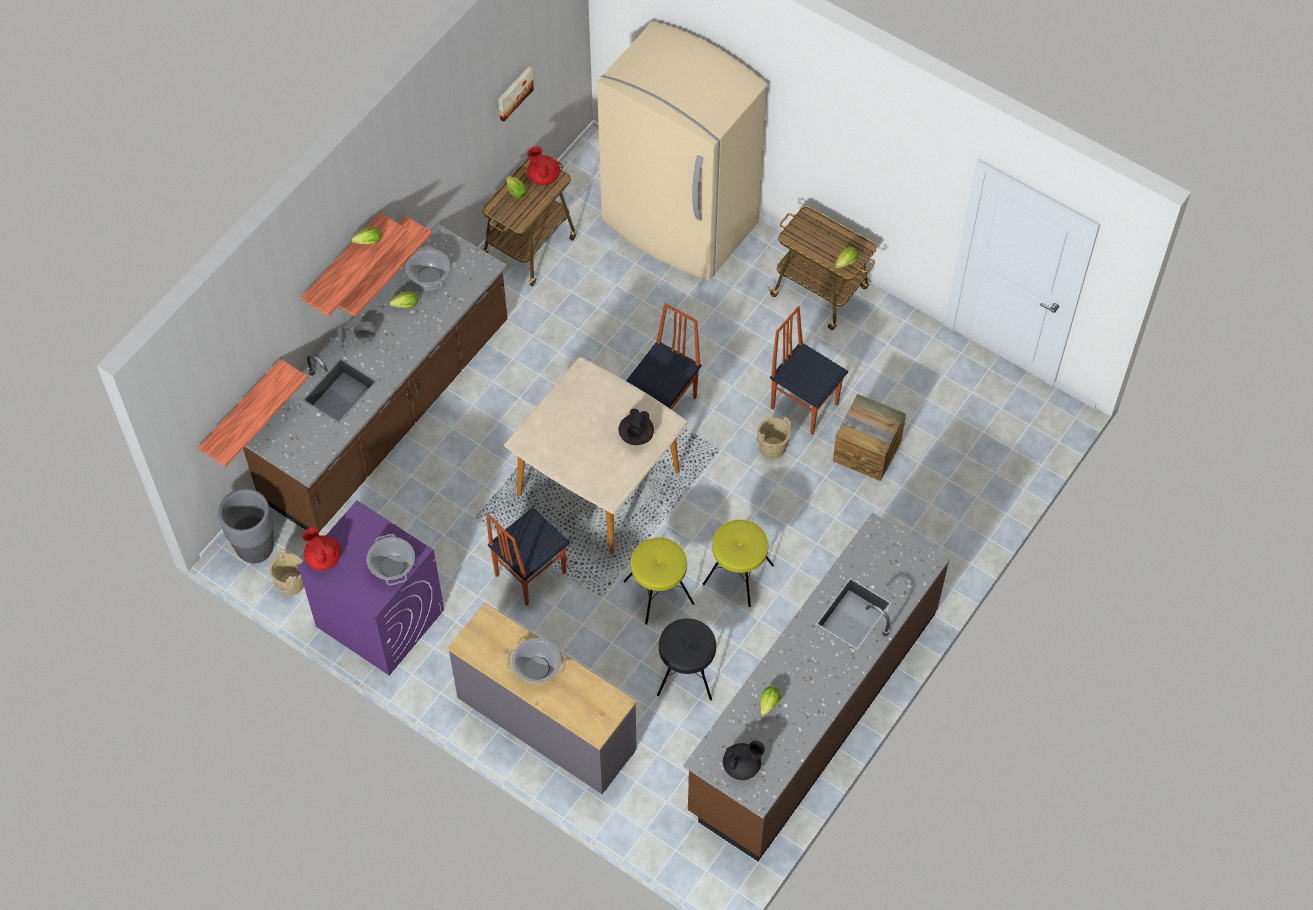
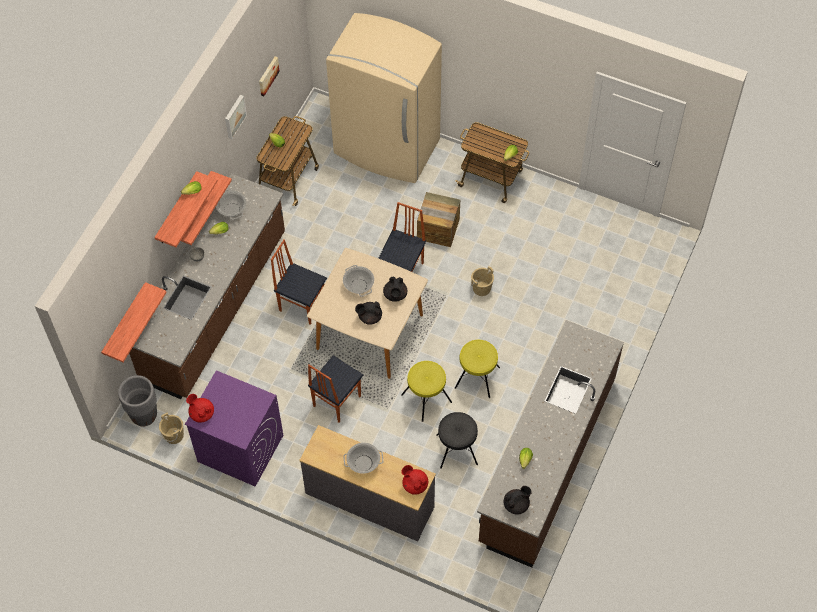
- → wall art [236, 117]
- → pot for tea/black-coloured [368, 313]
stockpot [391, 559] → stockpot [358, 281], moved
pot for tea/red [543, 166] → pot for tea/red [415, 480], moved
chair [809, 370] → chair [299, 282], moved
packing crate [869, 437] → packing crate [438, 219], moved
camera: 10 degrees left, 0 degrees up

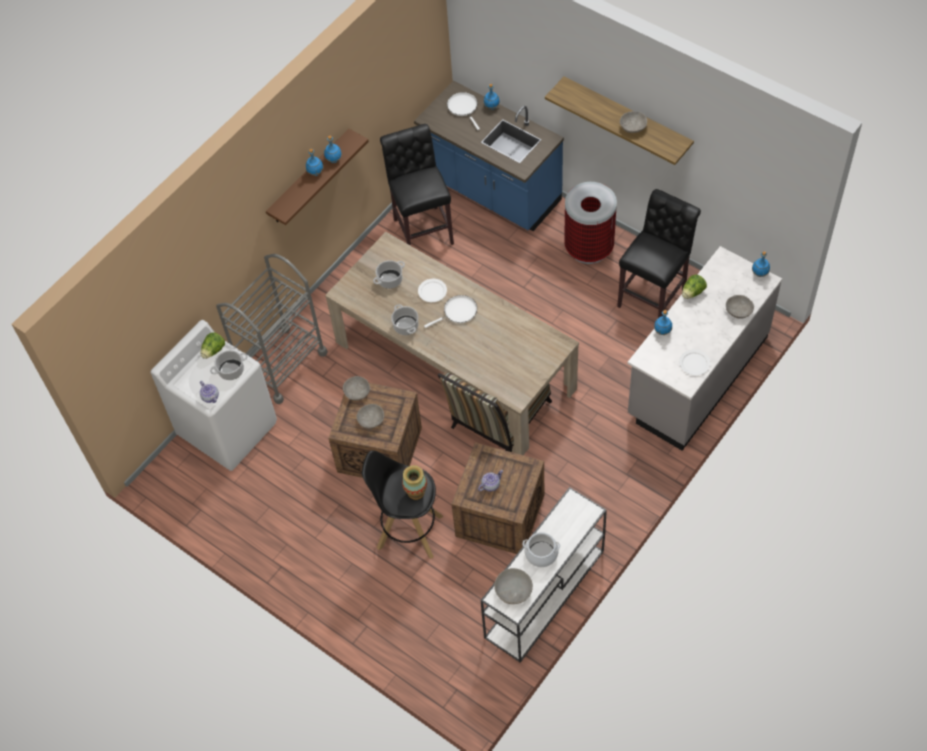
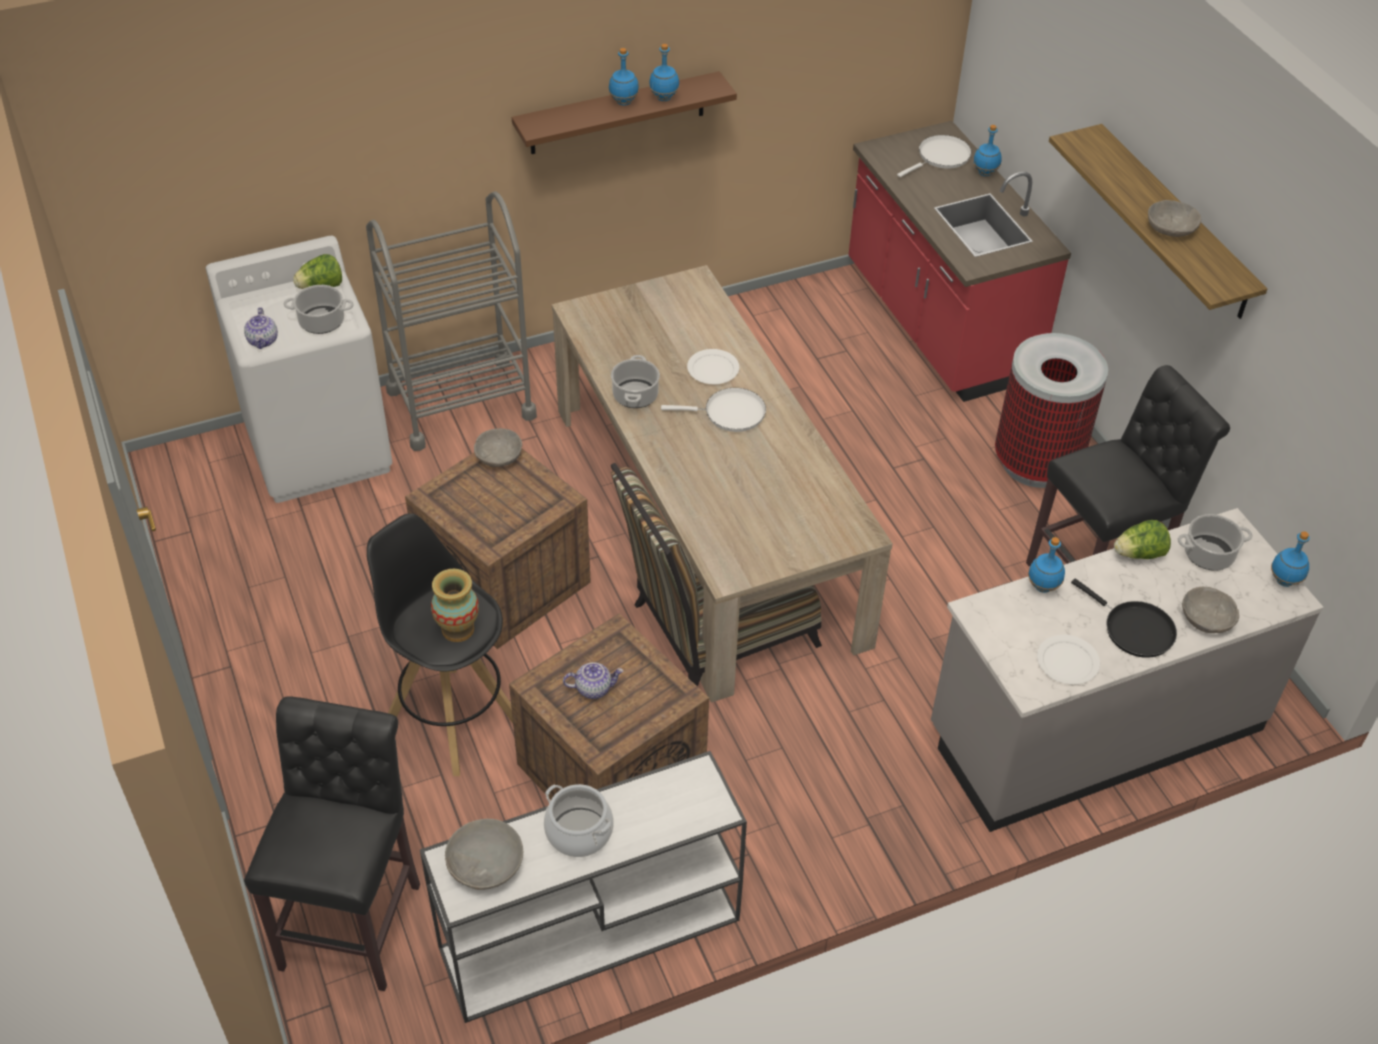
serving bowl/grey [370, 416] → -
- → pan/black-coloured [1124, 618]
stockpot [389, 274] → stockpot [1215, 542], moved
stool seat/black-coloured [417, 185] → stool seat/black-coloured [332, 843], moved
kitchen base unit/bluish [489, 156] → kitchen base unit/red [960, 261]
pan/whitish [463, 111] → pan/whitish [934, 156], 45 degrees clockwise
camera: 25 degrees right, 10 degrees down

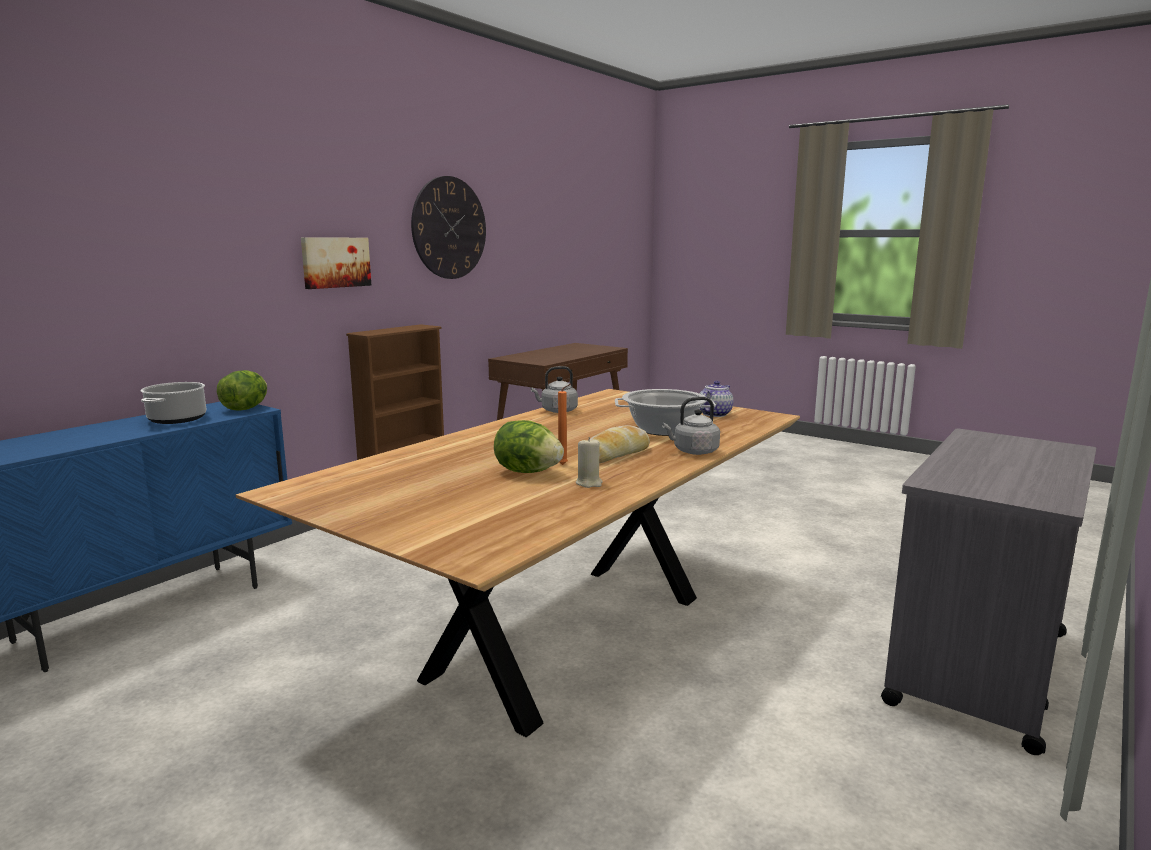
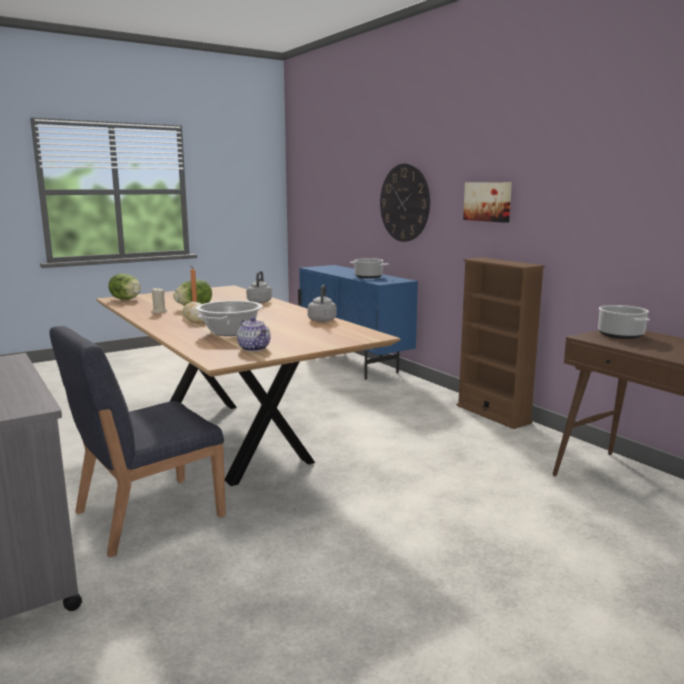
- → chair/bluish [138, 442]
- → stockpot [624, 322]
lettuce head [242, 390] → lettuce head [124, 286], moved
hanging clock [448, 227] → hanging clock [405, 202], moved
kettle/grey [691, 426] → kettle/grey [259, 287], moved
camera: 110 degrees right, 0 degrees up

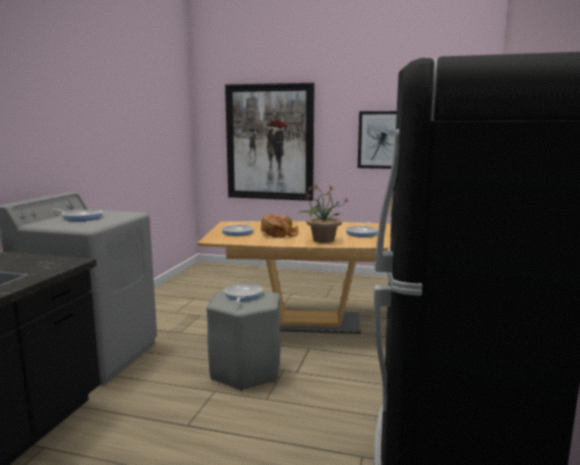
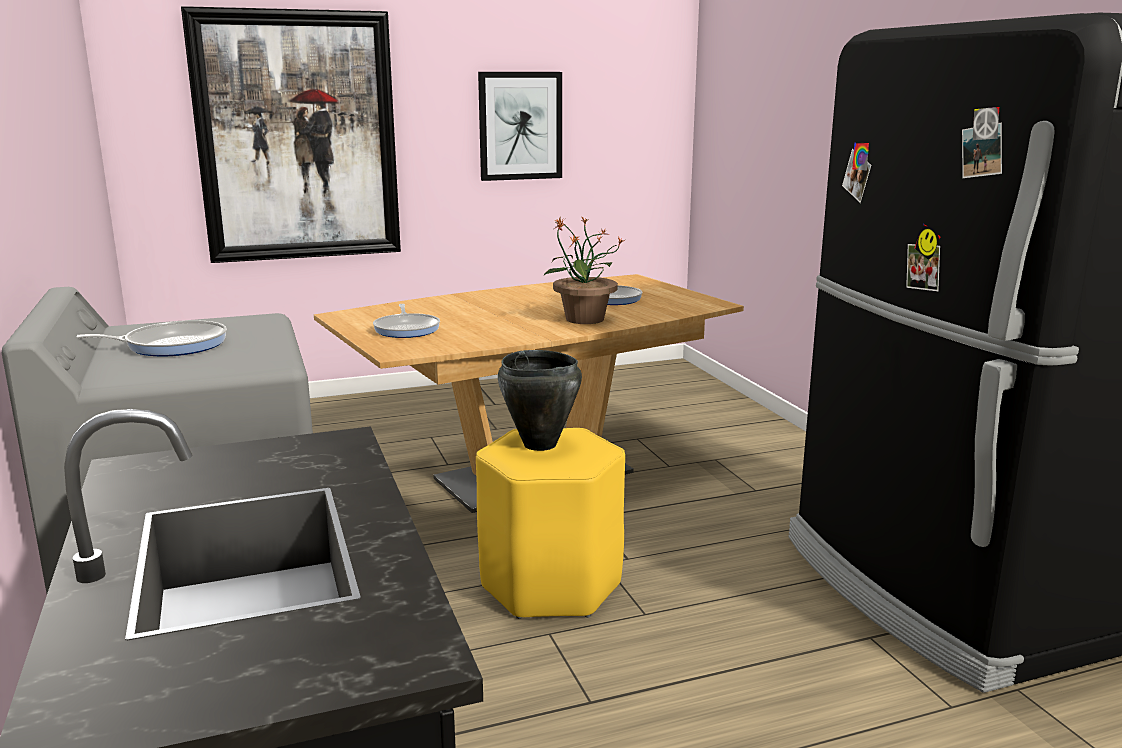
bread [280, 226] → -
pan [243, 293] → stockpot/black-coloured [540, 400]
stool seat/grey [244, 340] → stool seat/yellow [550, 523]
camera: 35 degrees left, 5 degrees up

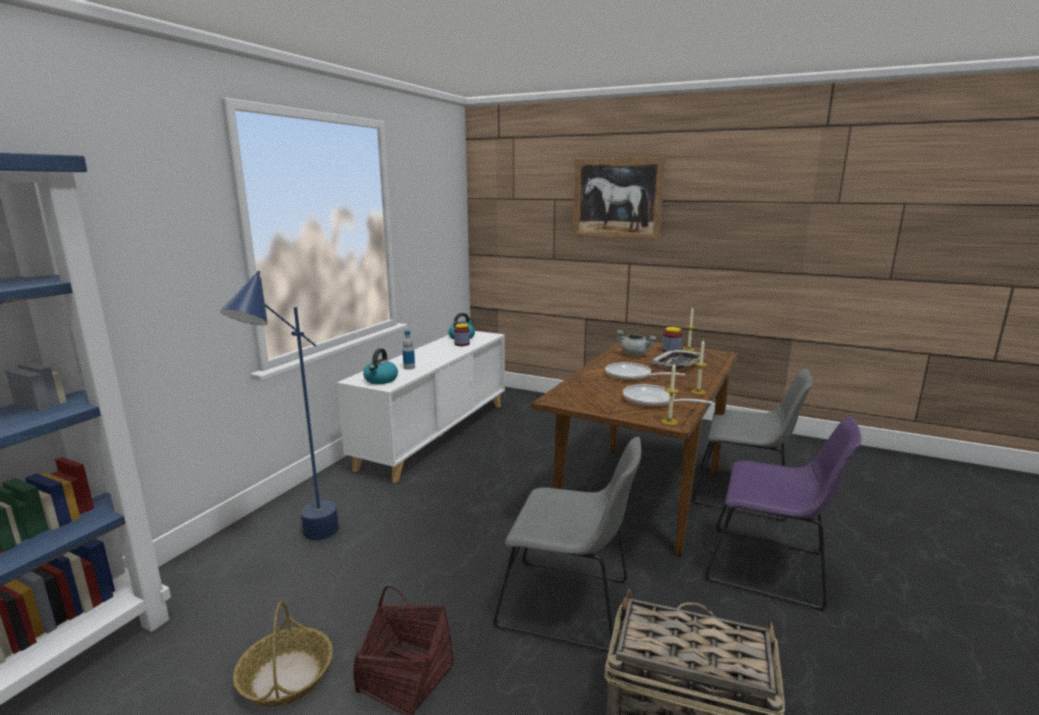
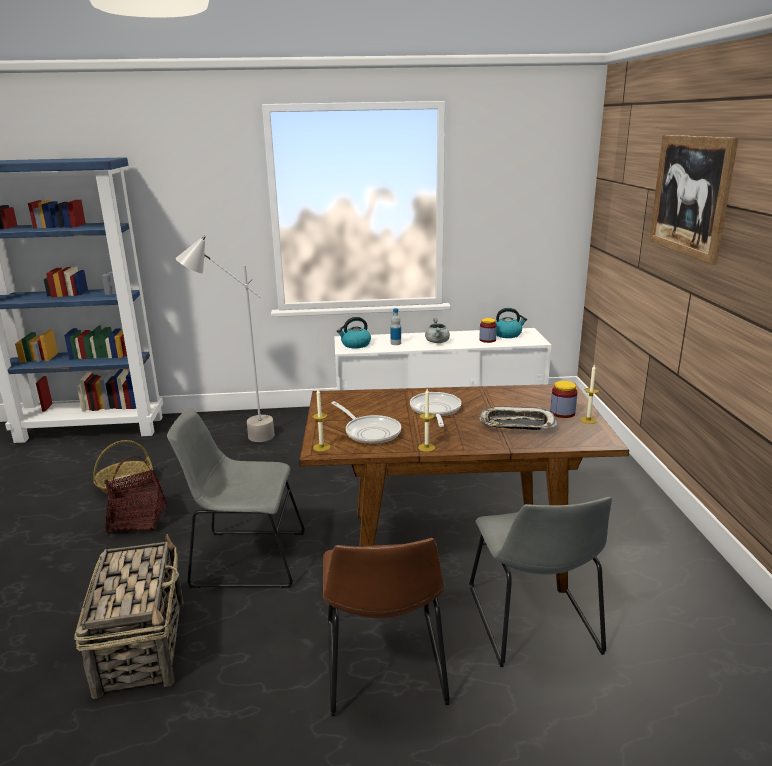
stockpot/grey [636, 343] → stockpot/grey [437, 330], moved
standard lamp/bluish [279, 405] → standard lamp/grey [225, 339]
chair/purple-coloured [783, 514] → chair/brownish [386, 627]
chair/grey [567, 545] → chair/grey [236, 497], 105 degrees clockwise
pan [668, 395] → pan [366, 422], 135 degrees clockwise
camera: 60 degrees right, 5 degrees up

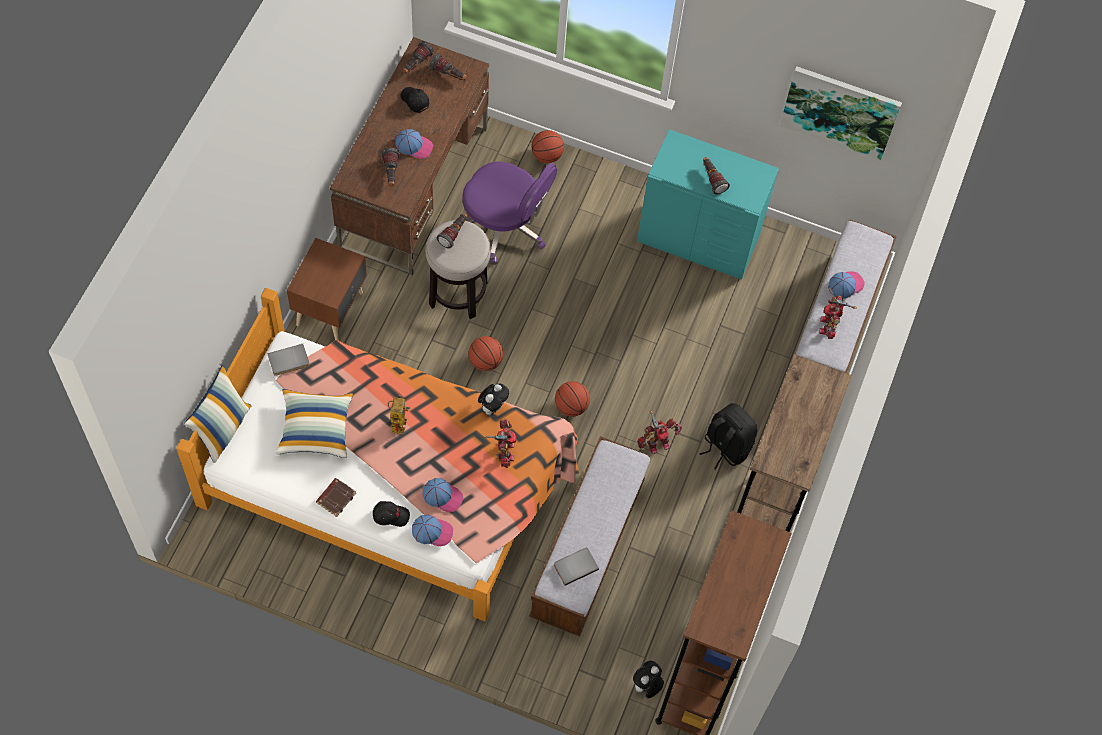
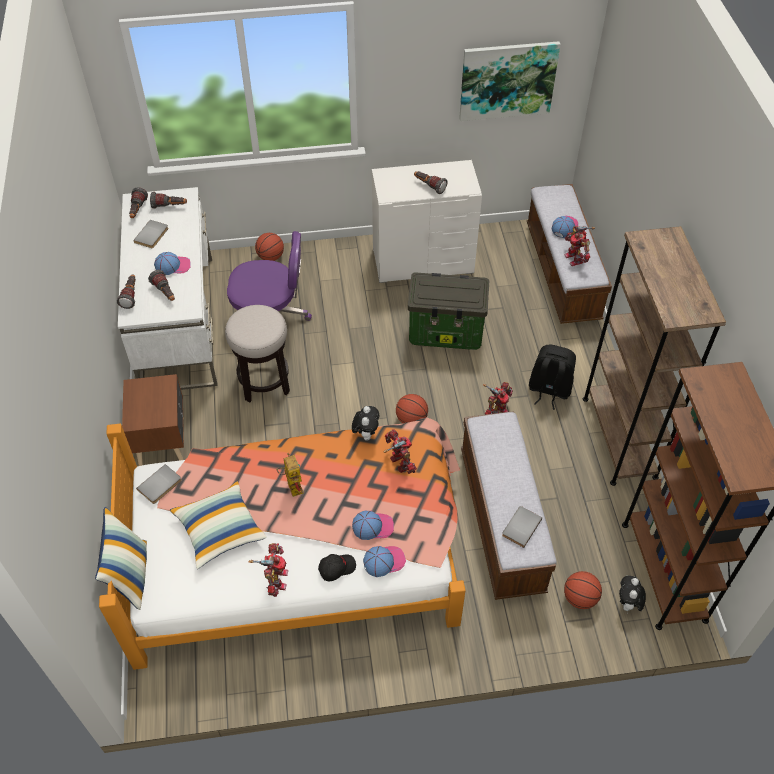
- → storage bin [448, 311]
hand torch [452, 231] → hand torch [126, 292], moved
basketball ball [485, 353] → basketball ball [583, 590], moved
book/brownish [336, 497] → robot figure [268, 570]
cap/black-coloured [415, 100] → book/grey [150, 234]
desk/brownish [409, 156] → desk/whitish [168, 288]
chest of drawers/turquoise-coloured [708, 204] → chest of drawers/whitish [427, 221]
camera: 25 degrees left, 10 degrees down

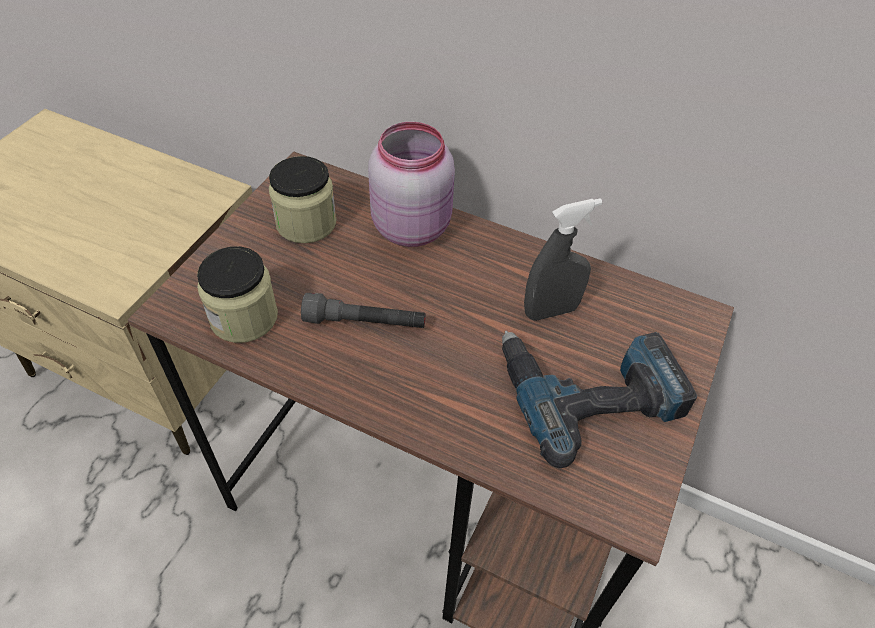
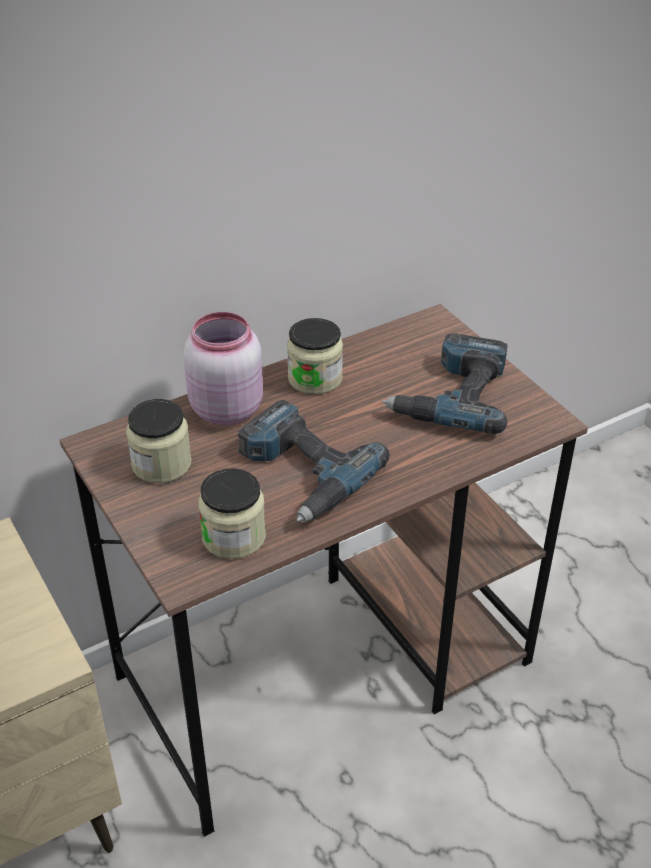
hand sprayer/grey [563, 259] → -
- → storage jar [315, 356]
hand torch/grey [363, 310] → power drill [313, 461]
camera: 55 degrees left, 10 degrees down

